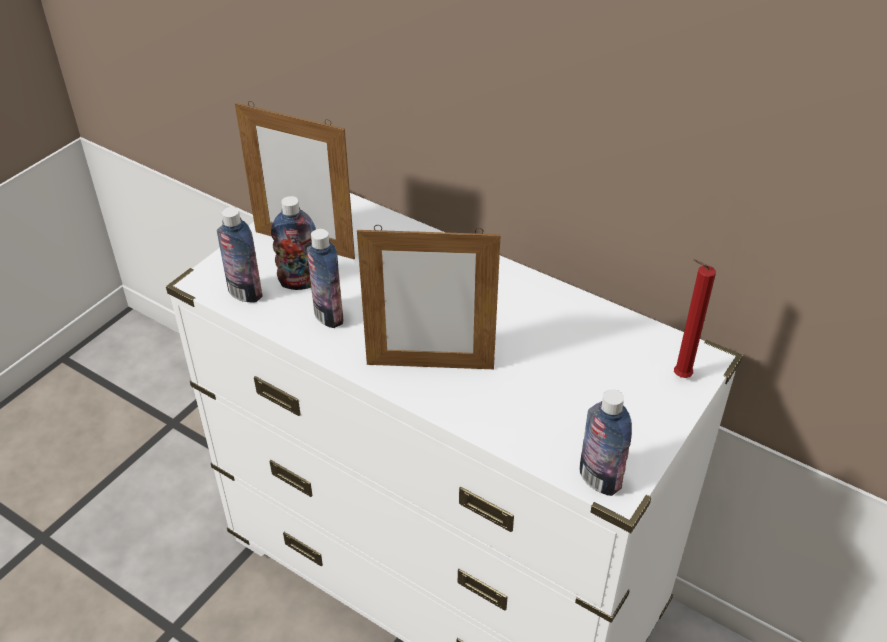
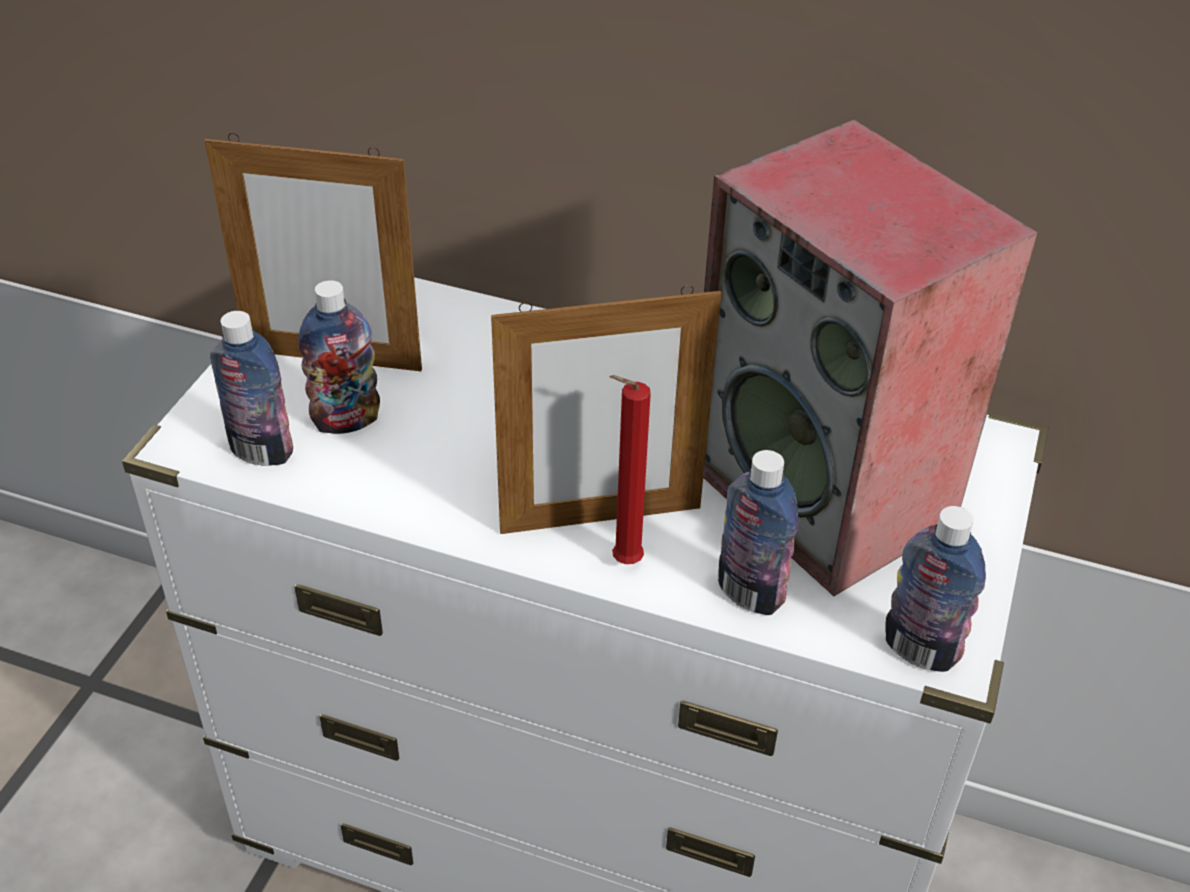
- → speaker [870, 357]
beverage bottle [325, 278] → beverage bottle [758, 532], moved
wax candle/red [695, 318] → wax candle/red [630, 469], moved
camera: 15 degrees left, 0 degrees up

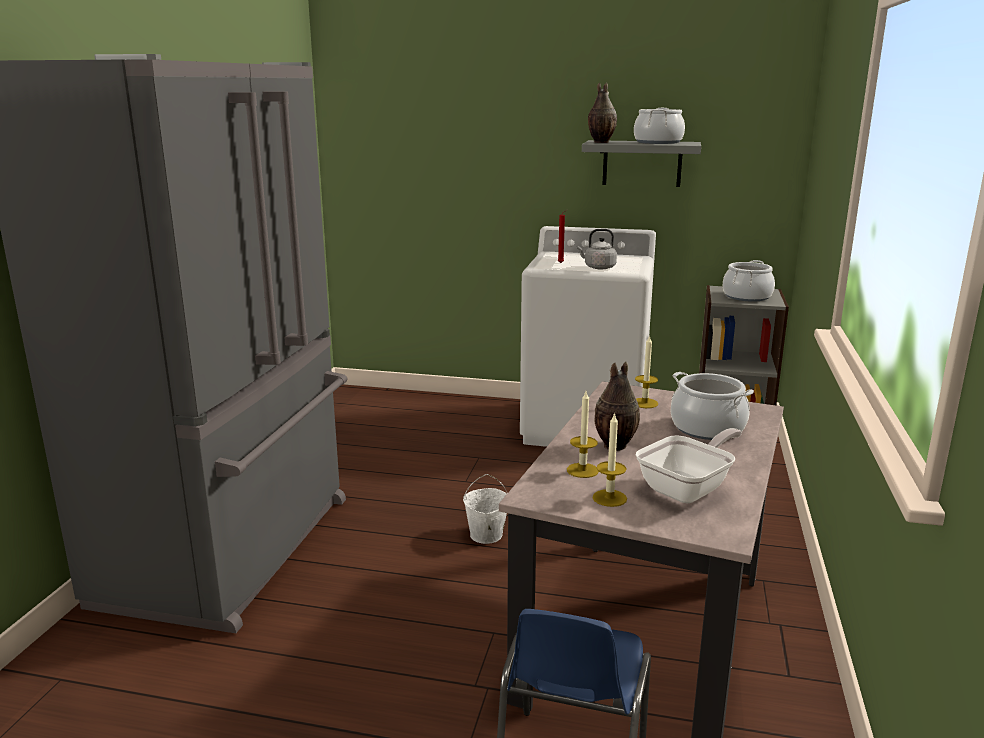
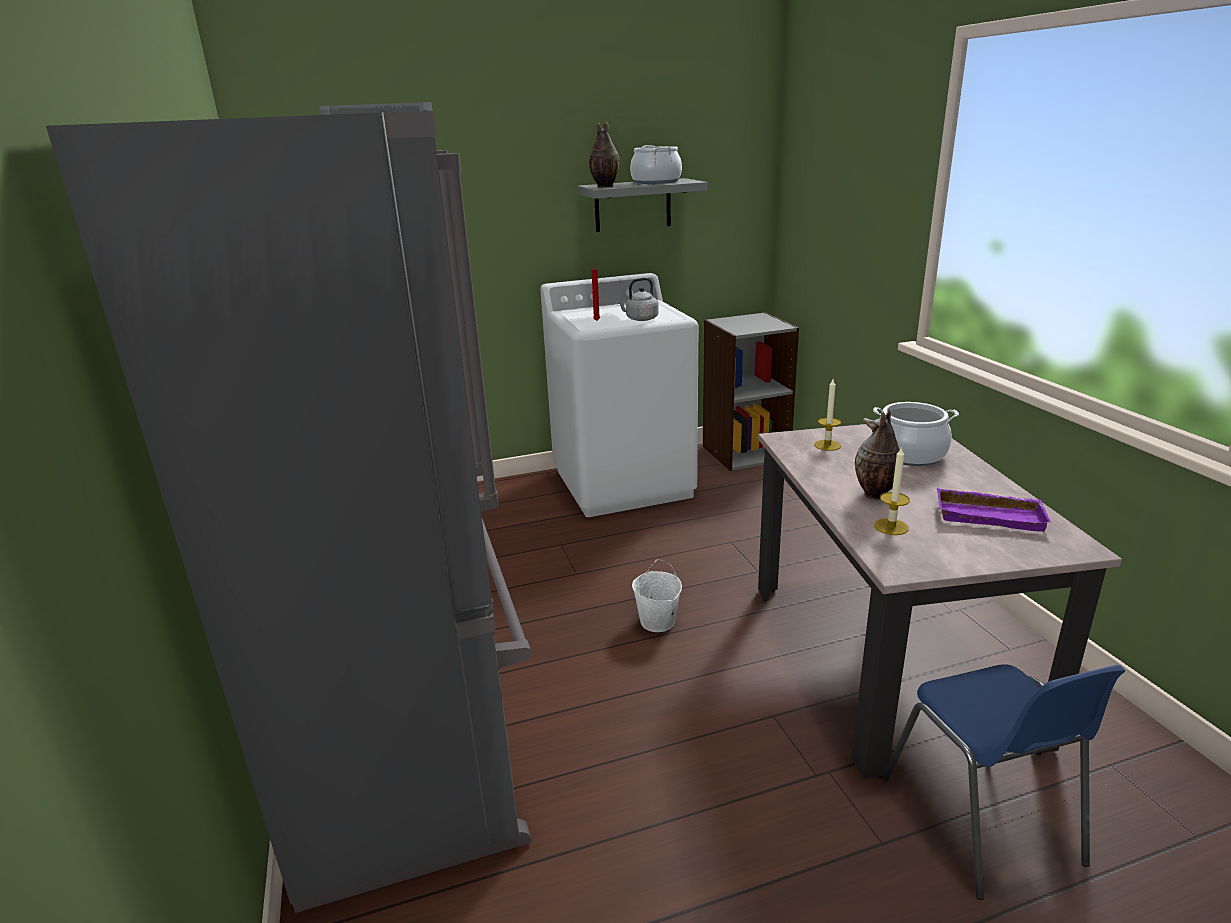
wax candle [610, 459] → -
stockpot [749, 281] → -
pan [689, 465] → tray/purple-coloured [994, 510]
camera: 30 degrees left, 5 degrees up

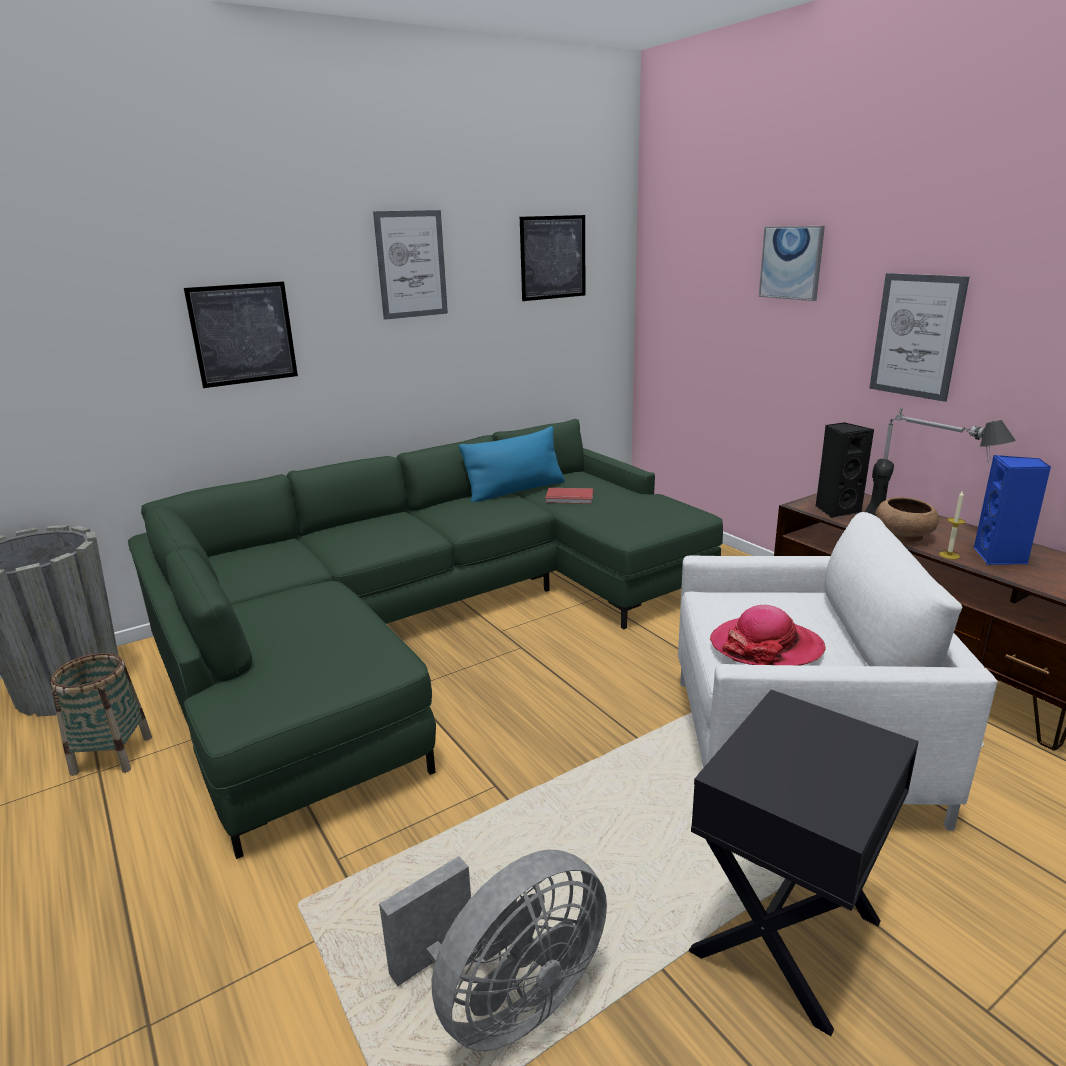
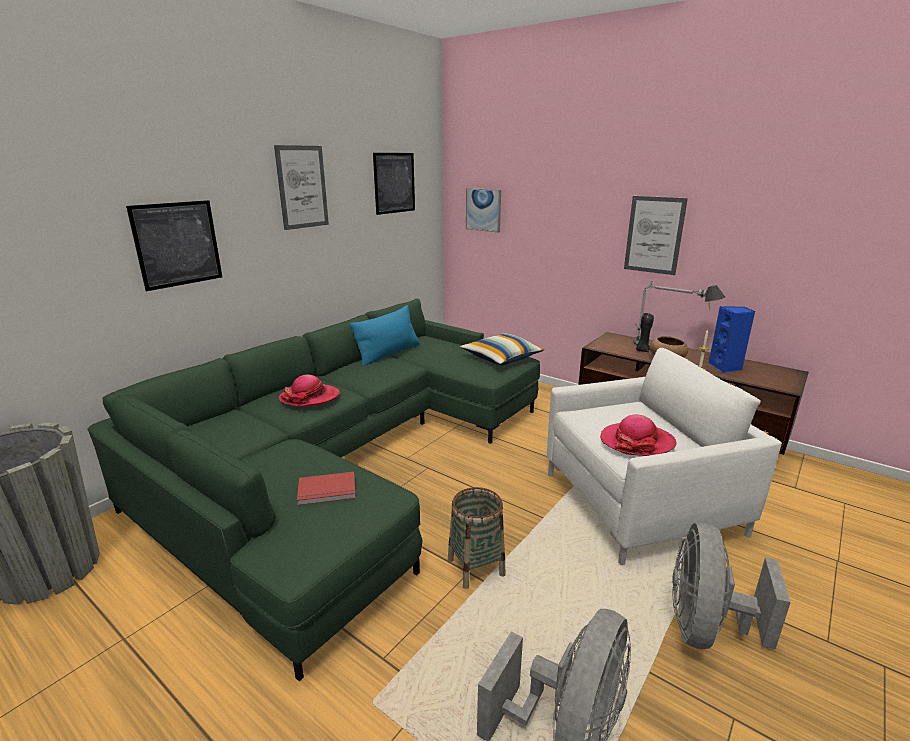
speaker/black-coloured [844, 470] → -
- → hat [309, 391]
- → pillow [502, 349]
household basket [101, 714] → household basket [477, 538], moved
book/red [569, 496] → book/red [326, 488], moved
wall art [792, 263] → wall art [483, 210], moved
accent table/black-coloured [804, 863] → fan/grey [731, 586]
camera: 20 degrees left, 0 degrees up

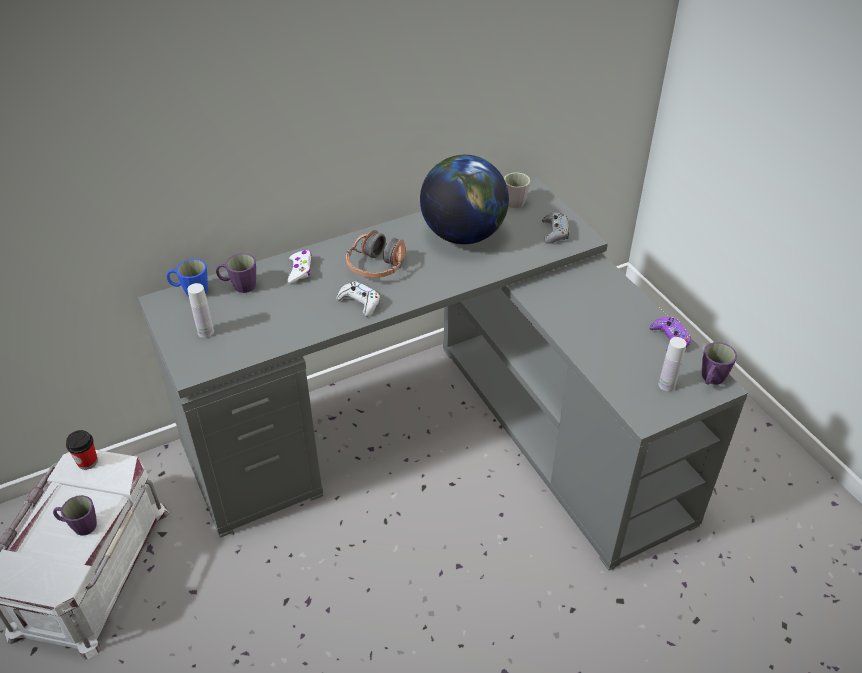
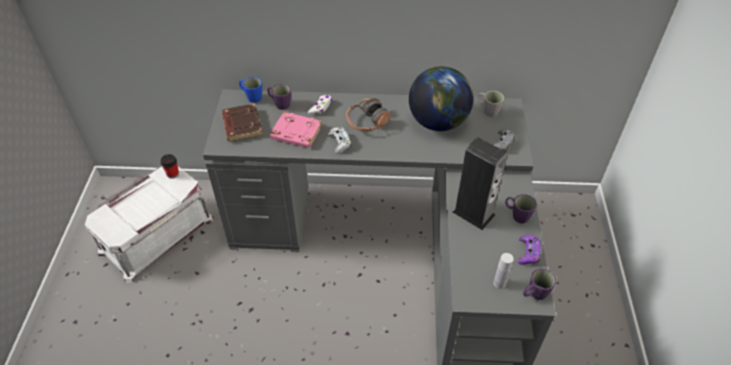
- → book/pinkish [296, 130]
- → speaker [480, 183]
coffee mug/purple-coloured [75, 515] → coffee mug/purple-coloured [521, 208], moved
beverage bottle/whitish [200, 310] → book/brownish [242, 122]
camera: 30 degrees right, 5 degrees up

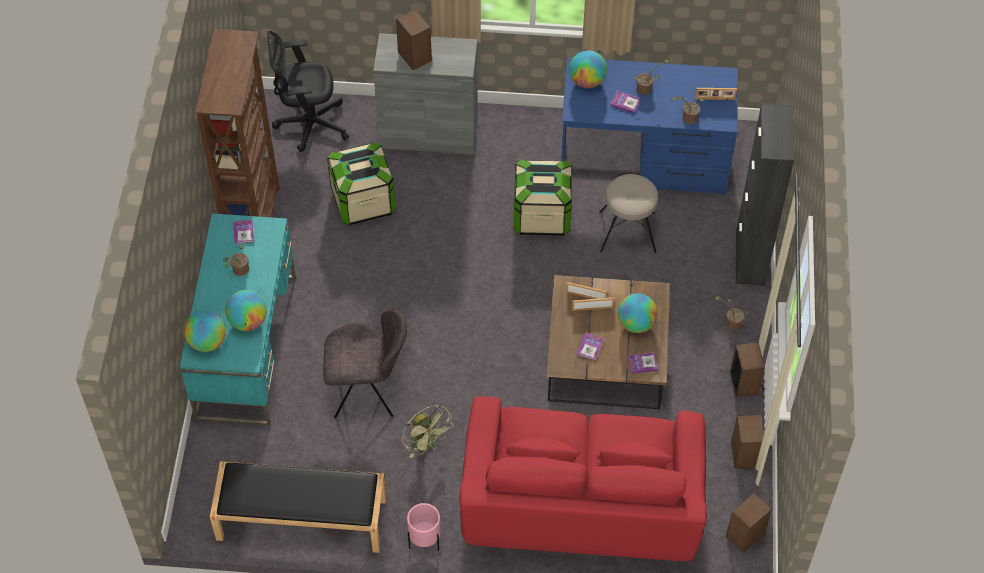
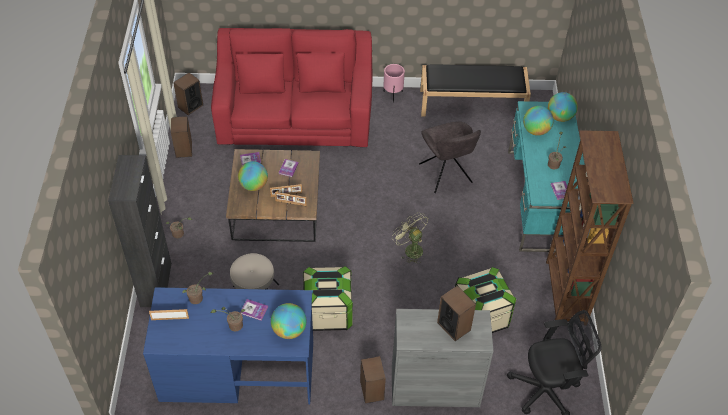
fan/green-coloured [427, 431] → fan/green-coloured [410, 238], moved
speaker [747, 369] → speaker [373, 379], moved
chair/grey [365, 364] → chair/grey [450, 157], 105 degrees counterclockwise
camera: 175 degrees right, 5 degrees down

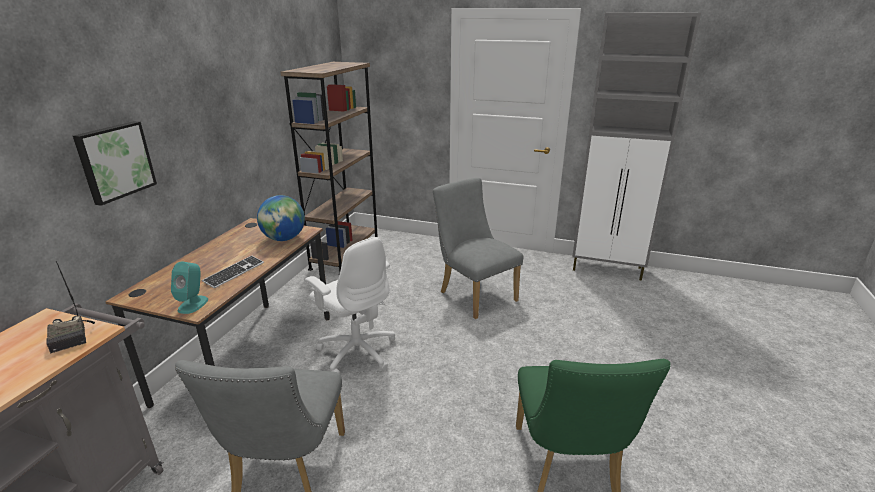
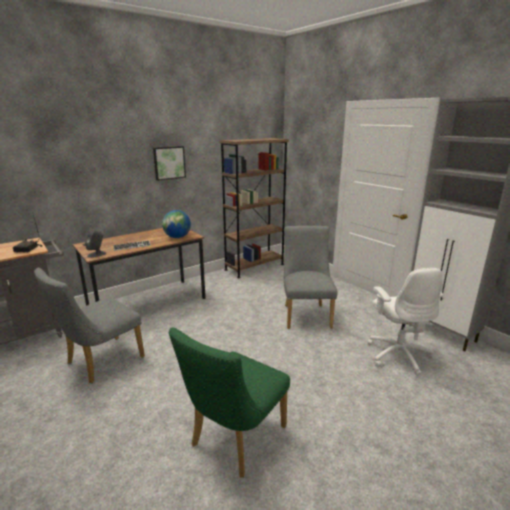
wall art [115, 163] → wall art [169, 163], moved
desk chair/whitish [350, 305] → desk chair/whitish [405, 322], moved
speaker/turquoise-coloured [189, 287] → speaker/grey [95, 243]
camera: 35 degrees right, 5 degrees down

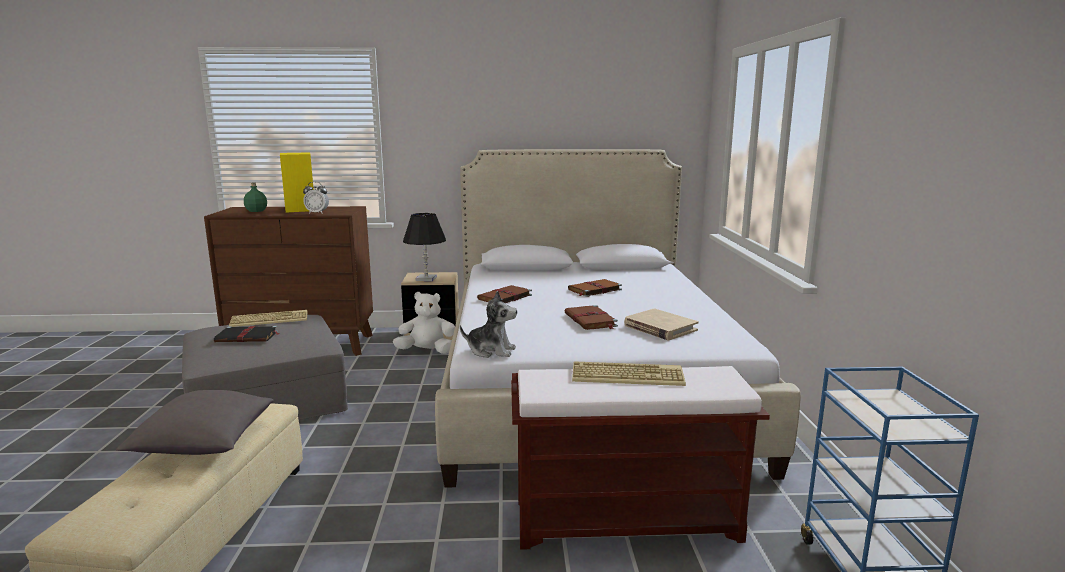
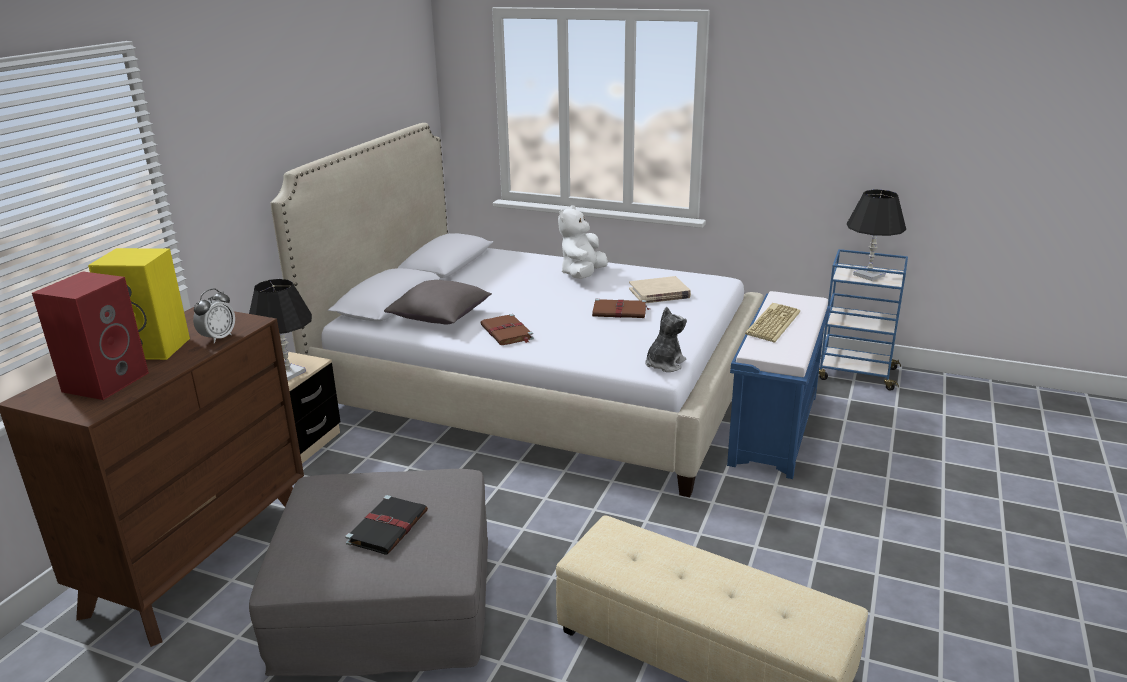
PC keyboard [268, 318] → -
book/brownish [595, 288] → -
- → lamp for a table/black-coloured [876, 235]
pillow/grey [195, 422] → pillow/grey [438, 302], moved
cuddly toy/whitish [424, 323] → cuddly toy/whitish [583, 242], moved
beverage bottle/green-coloured [255, 197] → speaker/red [90, 336]
bench/brownish [640, 458] → bench/bluish [778, 385]
camera: 65 degrees left, 10 degrees up

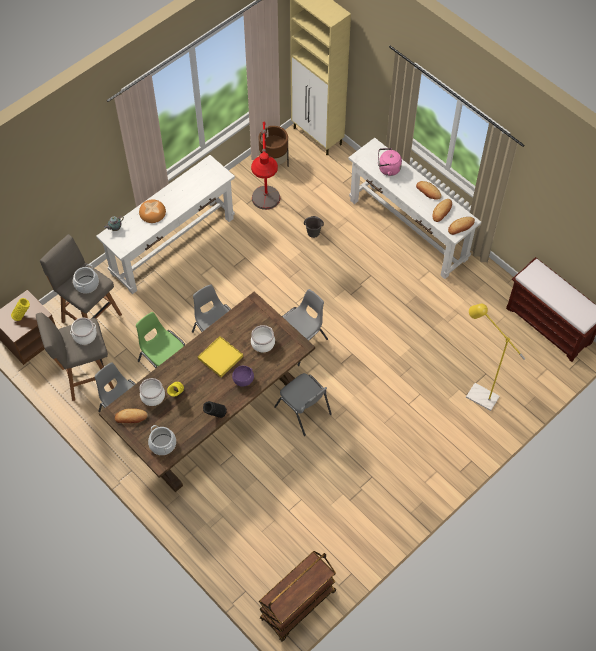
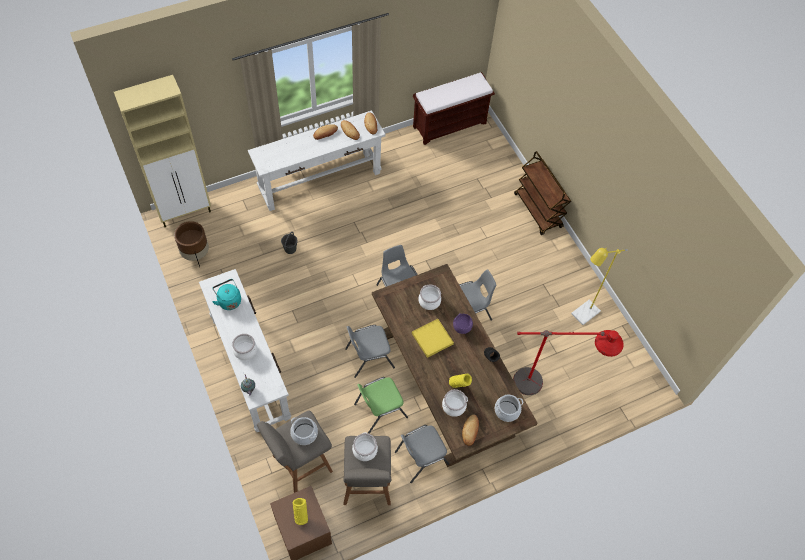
kettle/pinkish [390, 162] → -
- → kettle/turquoise-coloured [226, 294]
standard lamp/red [265, 166] → standard lamp/red [568, 362], moved
cart/brownish [297, 596] → cart/brownish [542, 193], moved
standard lamp/yellow [495, 357] → standard lamp/yellow [599, 286], moved
bread [152, 211] → stockpot [244, 347]
camera: 75 degrees left, 0 degrees up

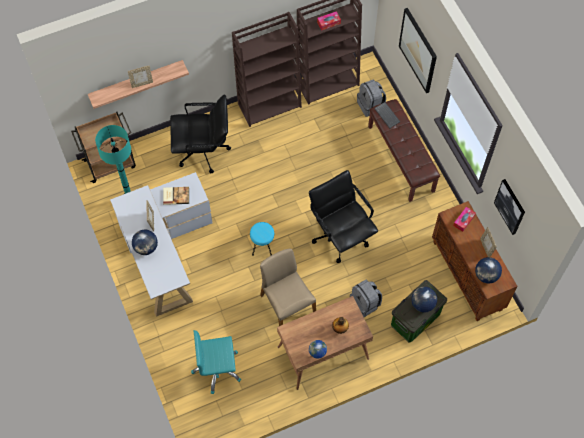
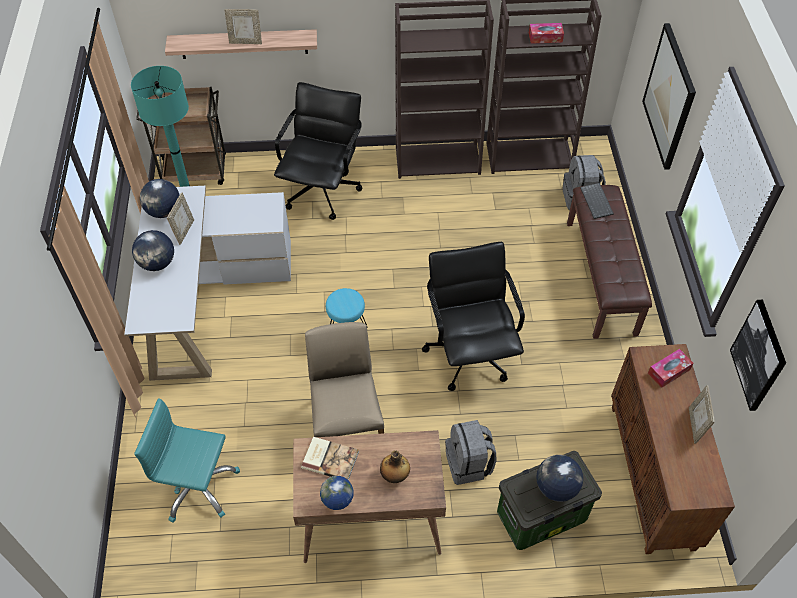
book [176, 196] → book [330, 458], moved
desk globe [488, 270] → desk globe [159, 198], moved
desk chair/black-coloured [200, 134] → desk chair/black-coloured [318, 151], 90 degrees counterclockwise
camera: 20 degrees right, 10 degrees down

